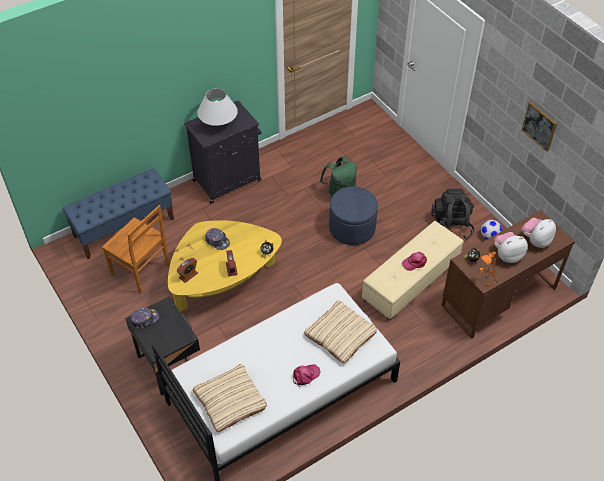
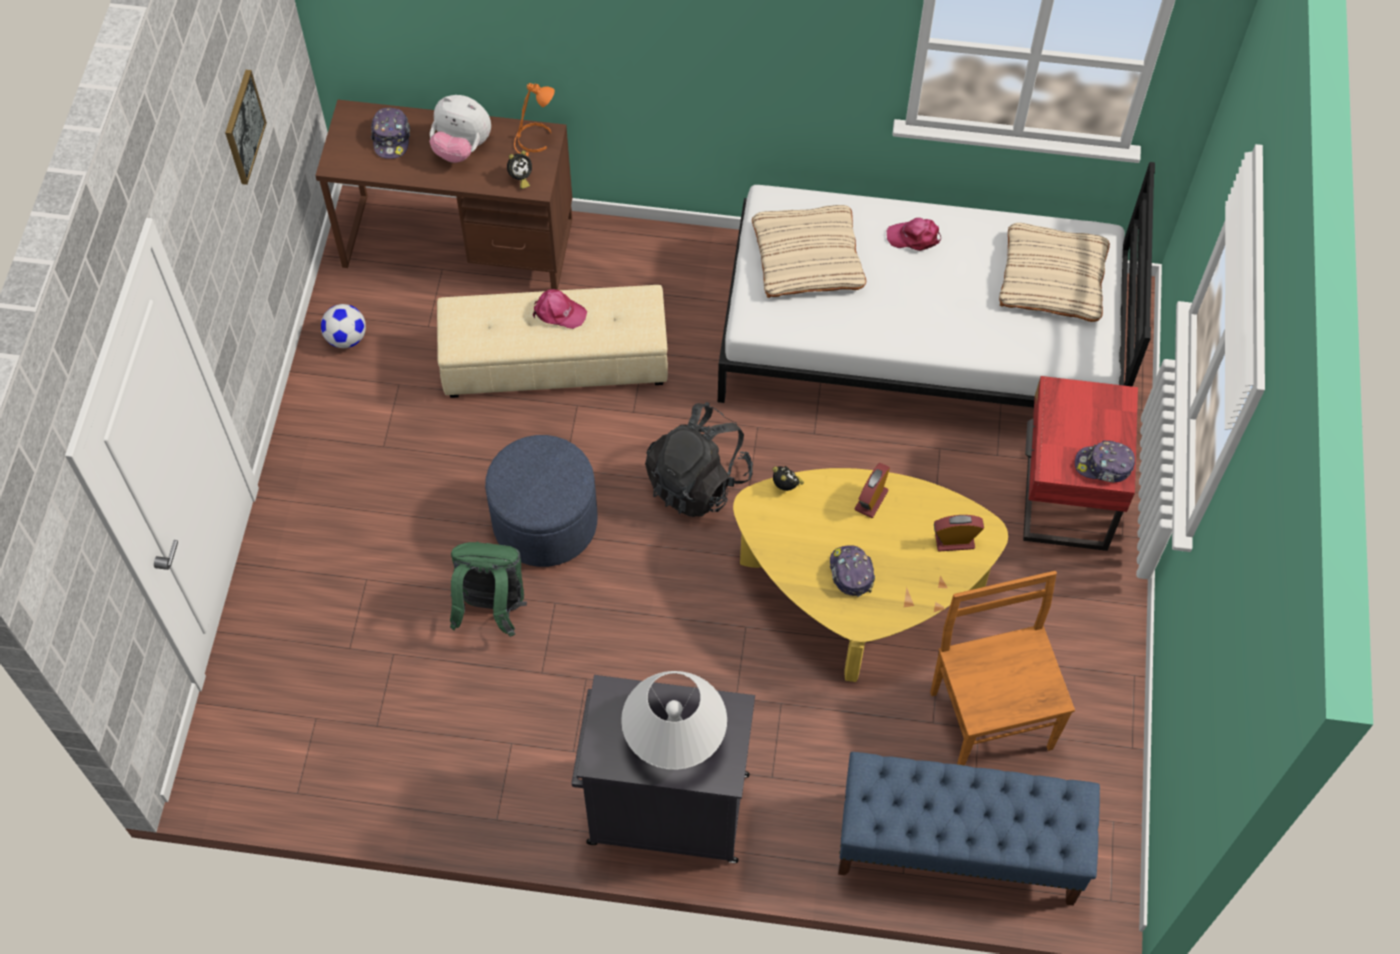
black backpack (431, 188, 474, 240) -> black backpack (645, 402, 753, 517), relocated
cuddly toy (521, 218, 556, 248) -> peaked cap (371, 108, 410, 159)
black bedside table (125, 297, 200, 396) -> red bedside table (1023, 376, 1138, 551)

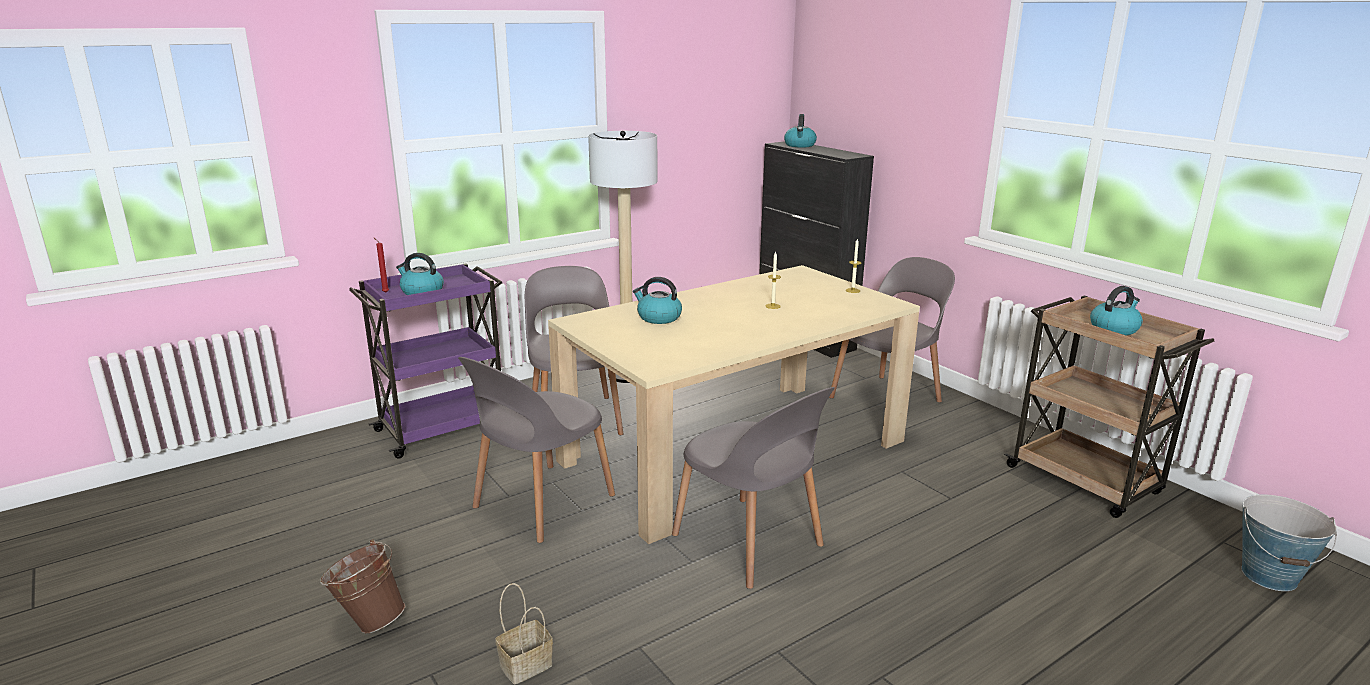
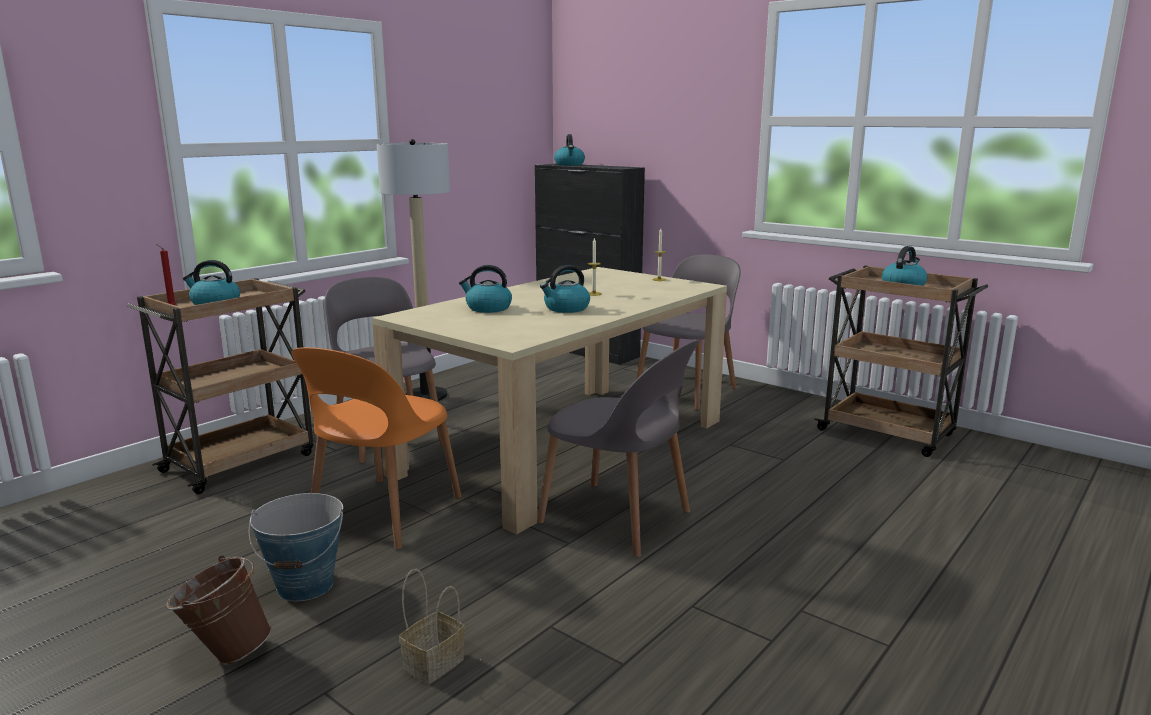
purple wheeled cart (349, 263, 502, 459) -> brownish wheeled cart (127, 278, 313, 494)
greyish chair (458, 357, 615, 543) -> orangey chair (291, 347, 461, 549)
pail (1241, 494, 1337, 591) -> pail (248, 493, 343, 601), relocated
none -> tea kettle (540, 265, 590, 313)

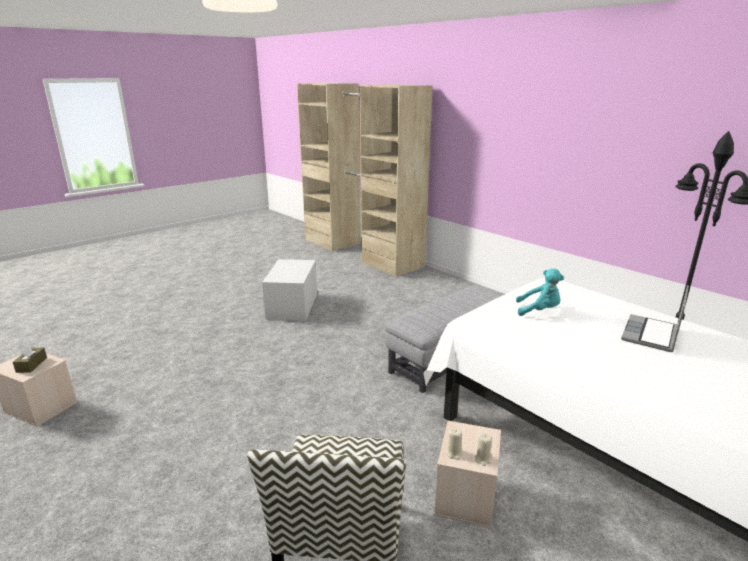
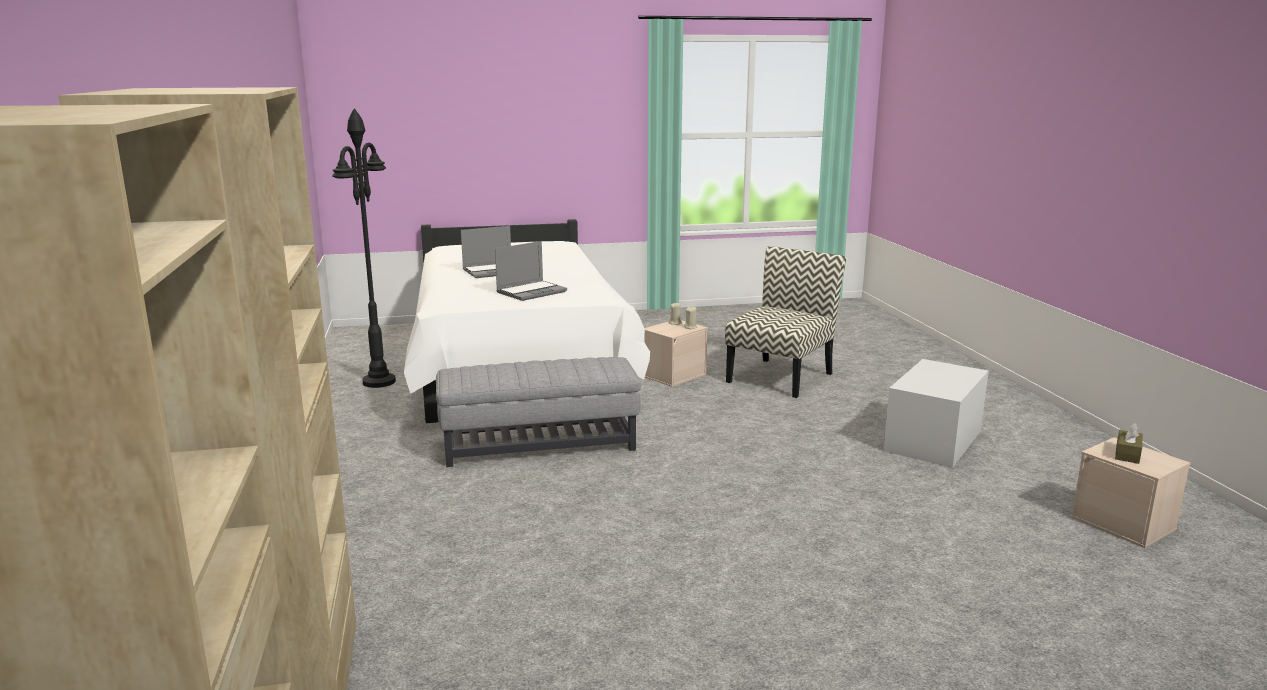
white storage bin (262, 259, 317, 321) -> white storage bin (883, 359, 989, 468), relocated
turquoise cuddly toy (516, 268, 564, 316) -> notebook computer (495, 241, 567, 301)

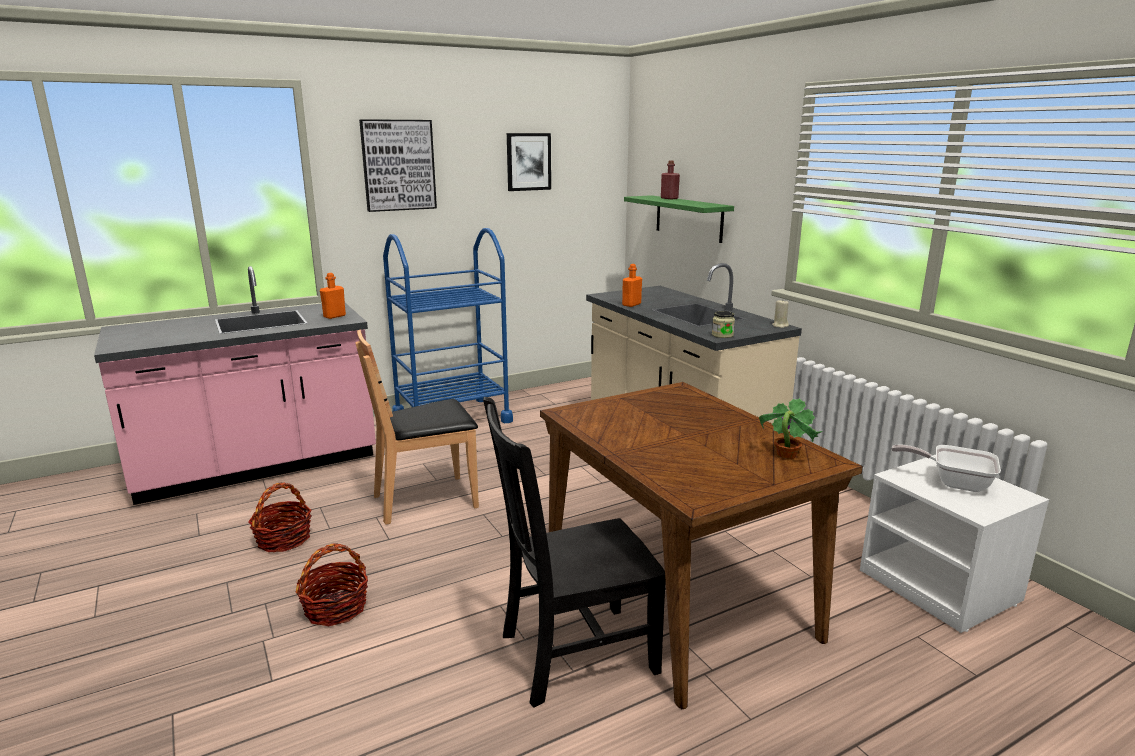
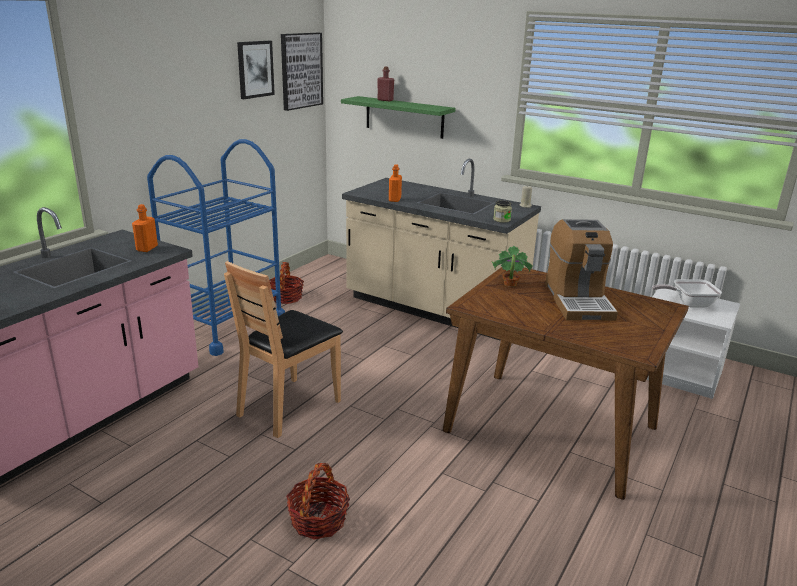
picture (359, 119, 437, 212) -> picture (281, 33, 323, 111), relocated
black chair (483, 397, 666, 708) -> none
plant in a pot (759, 398, 823, 459) -> plant in a pot (491, 246, 534, 287), relocated
household basket (248, 483, 312, 552) -> household basket (269, 262, 304, 304), relocated
none -> coffee machine (545, 219, 618, 321)

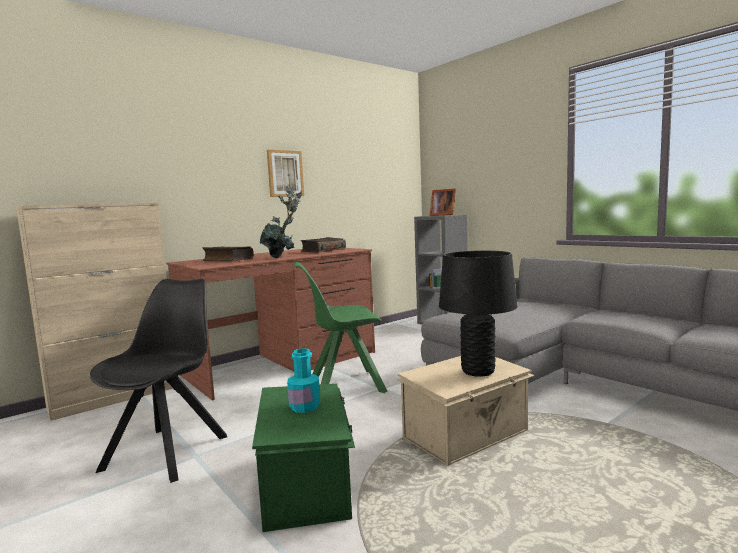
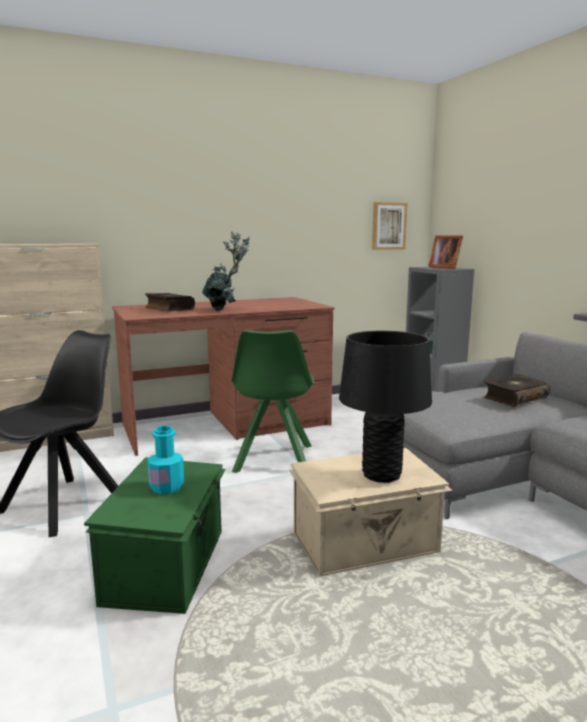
picture (267, 150, 304, 197) -> picture (372, 202, 408, 250), relocated
book (300, 237, 346, 253) -> book (484, 374, 551, 407), relocated
greenish chair (294, 262, 387, 393) -> greenish chair (231, 330, 314, 473), 90 degrees counterclockwise

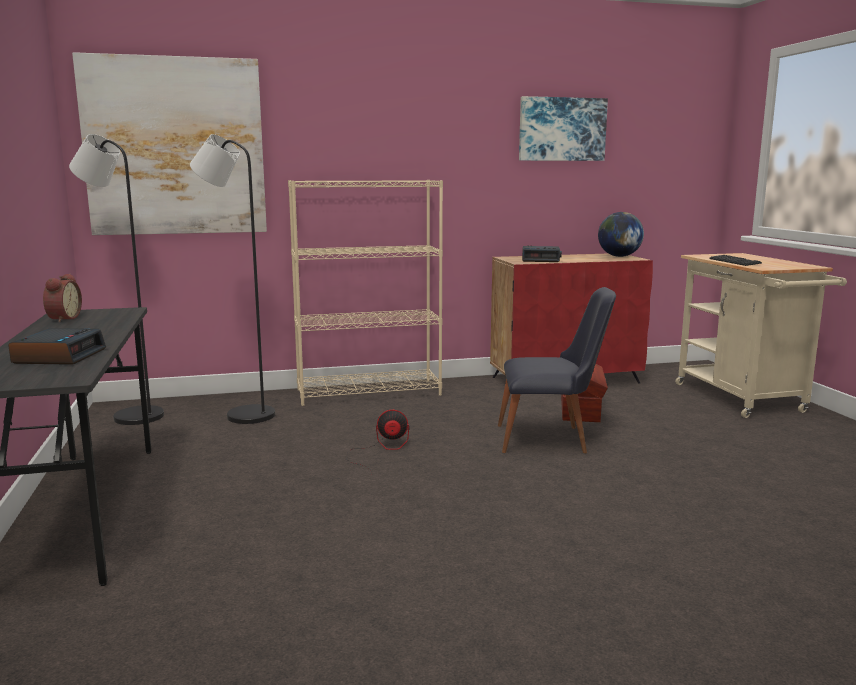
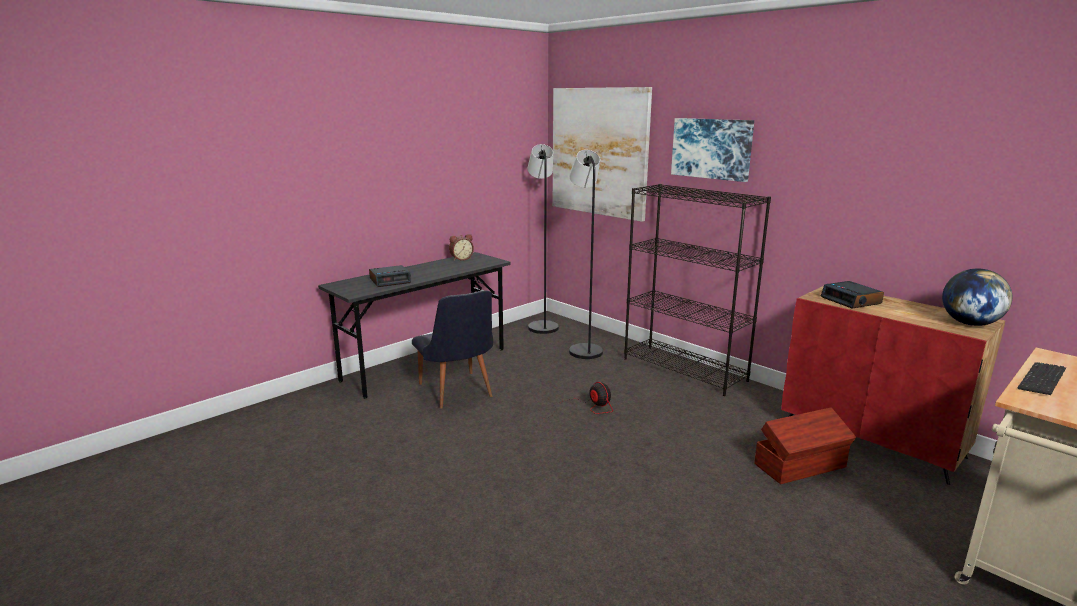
picture (519, 96, 608, 161) -> picture (671, 118, 754, 182), relocated
beige shelving unit (288, 180, 443, 406) -> black shelving unit (624, 184, 771, 396)
black chair (498, 287, 616, 453) -> black chair (412, 290, 493, 409), relocated

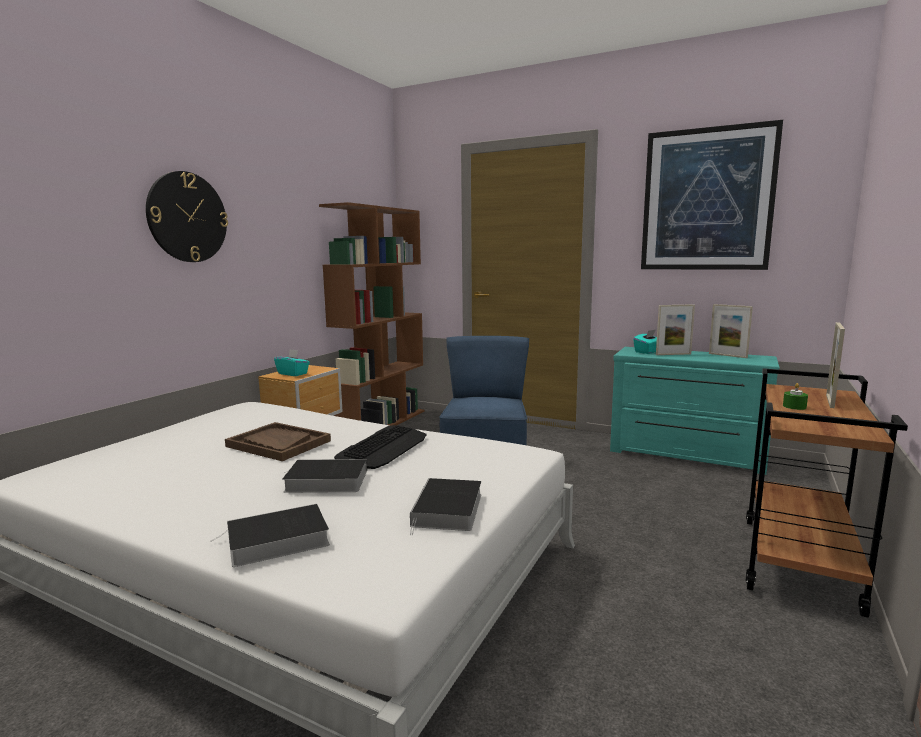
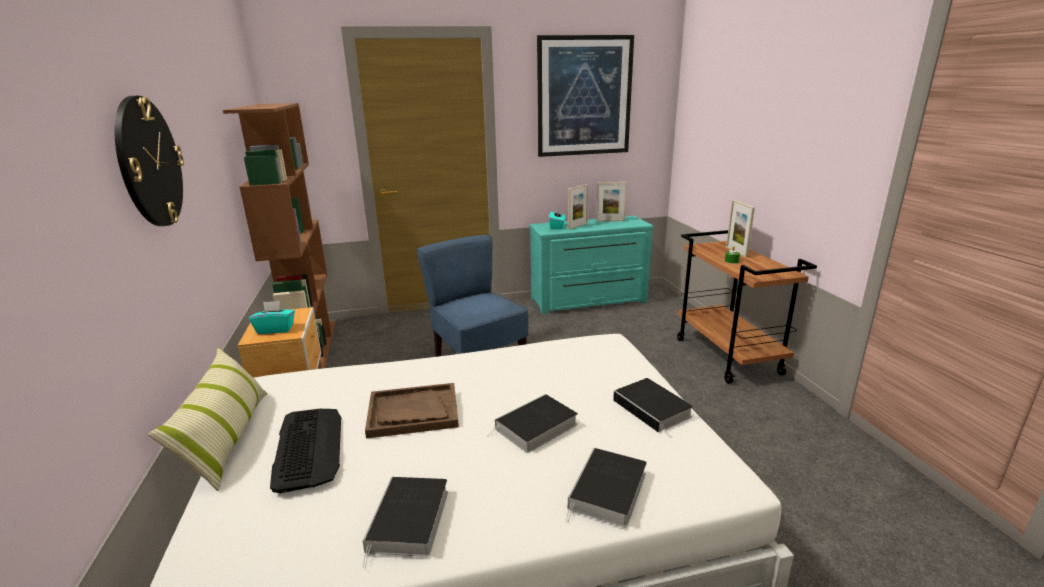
keyboard (334, 425, 427, 469) -> keyboard (270, 409, 342, 493), relocated
none -> pillow (148, 347, 267, 491)
none -> book (363, 477, 448, 569)

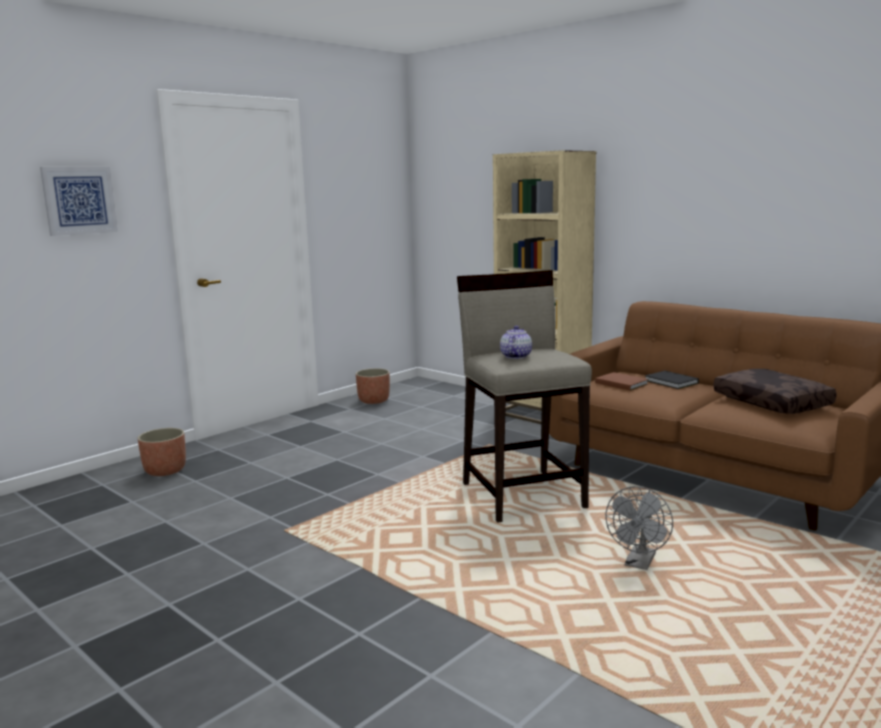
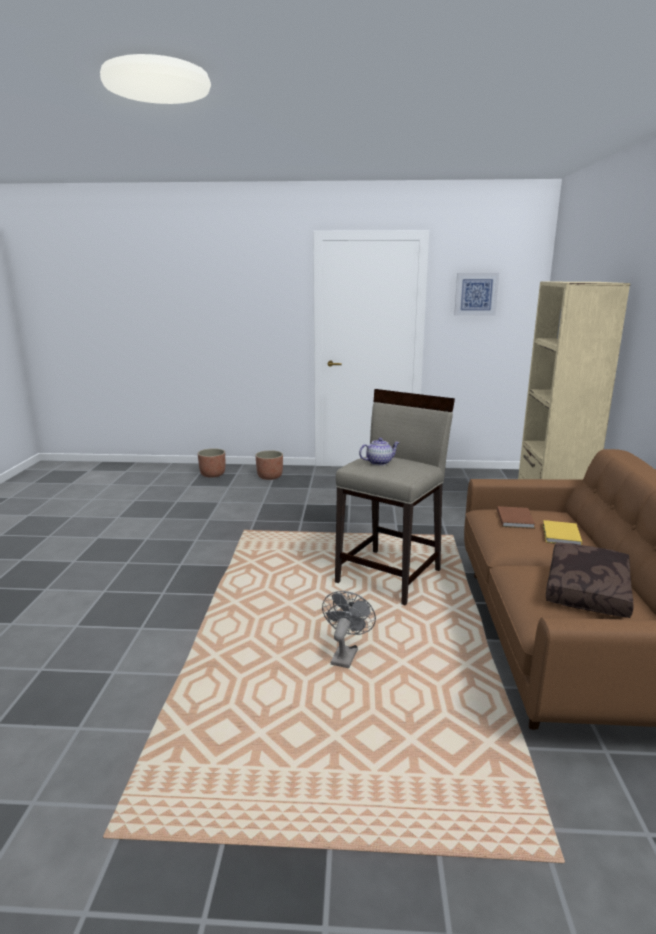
picture (40, 167, 118, 236) -> picture (454, 273, 499, 316), relocated
flower pot (356, 368, 390, 404) -> flower pot (198, 448, 225, 478), relocated
black book (645, 371, 699, 389) -> yellow-coloured book (543, 520, 582, 545)
greyish cooling fan (605, 486, 673, 570) -> greyish cooling fan (322, 591, 376, 668), 120 degrees clockwise

